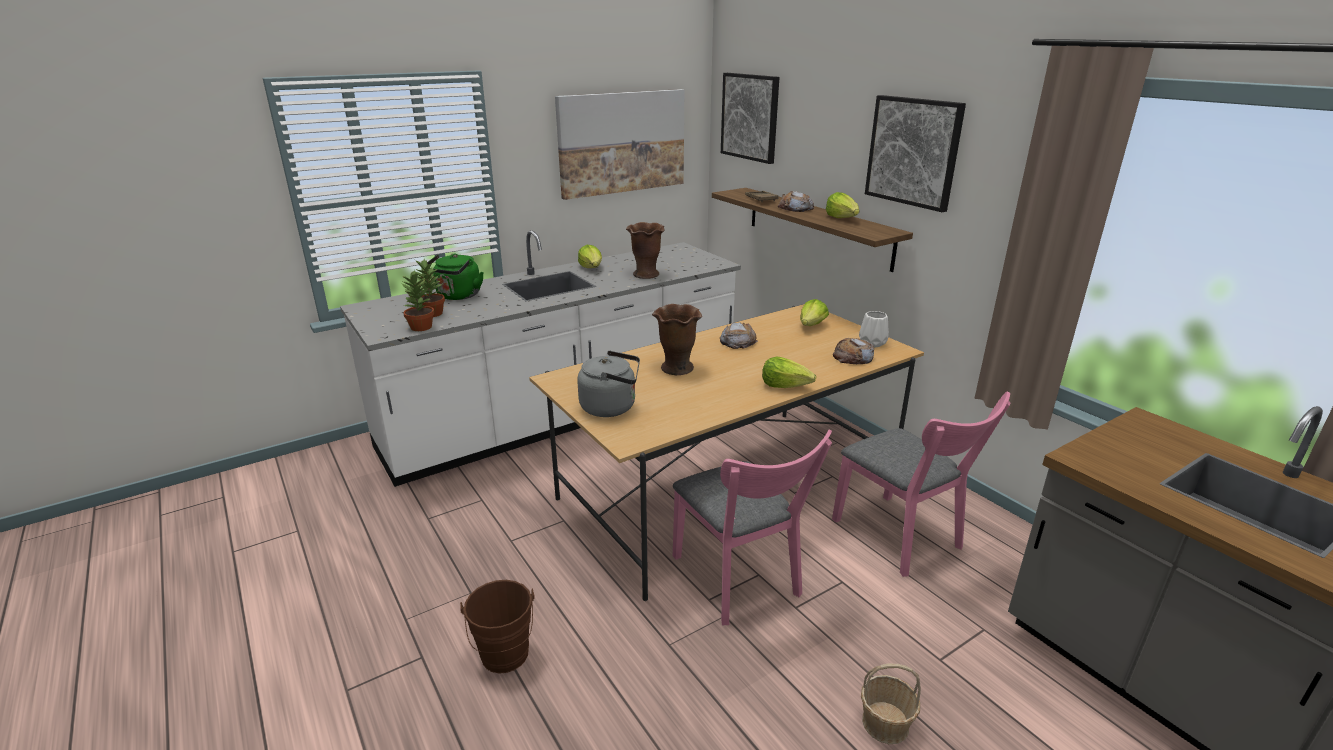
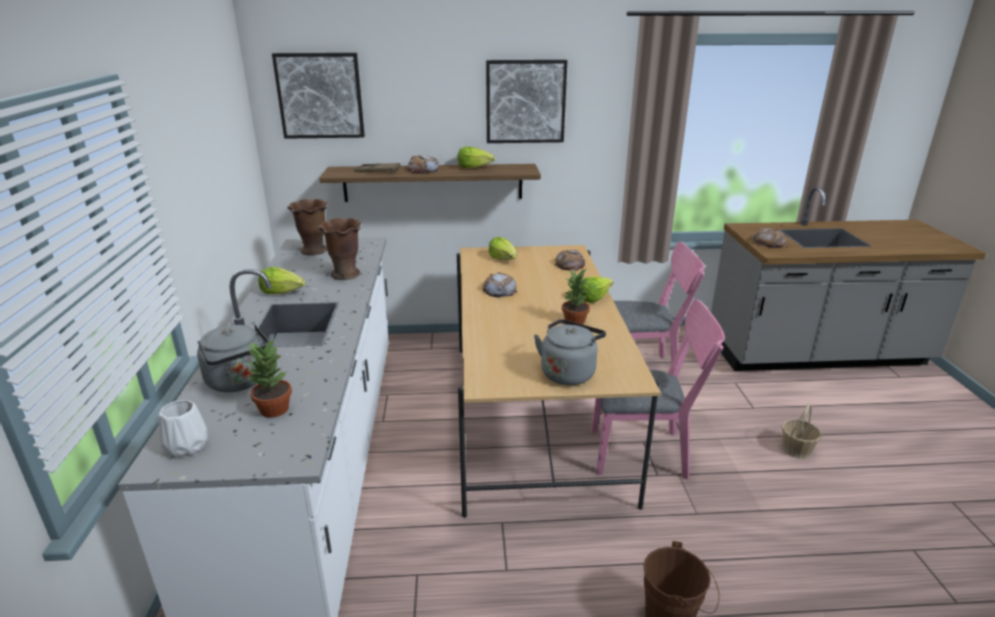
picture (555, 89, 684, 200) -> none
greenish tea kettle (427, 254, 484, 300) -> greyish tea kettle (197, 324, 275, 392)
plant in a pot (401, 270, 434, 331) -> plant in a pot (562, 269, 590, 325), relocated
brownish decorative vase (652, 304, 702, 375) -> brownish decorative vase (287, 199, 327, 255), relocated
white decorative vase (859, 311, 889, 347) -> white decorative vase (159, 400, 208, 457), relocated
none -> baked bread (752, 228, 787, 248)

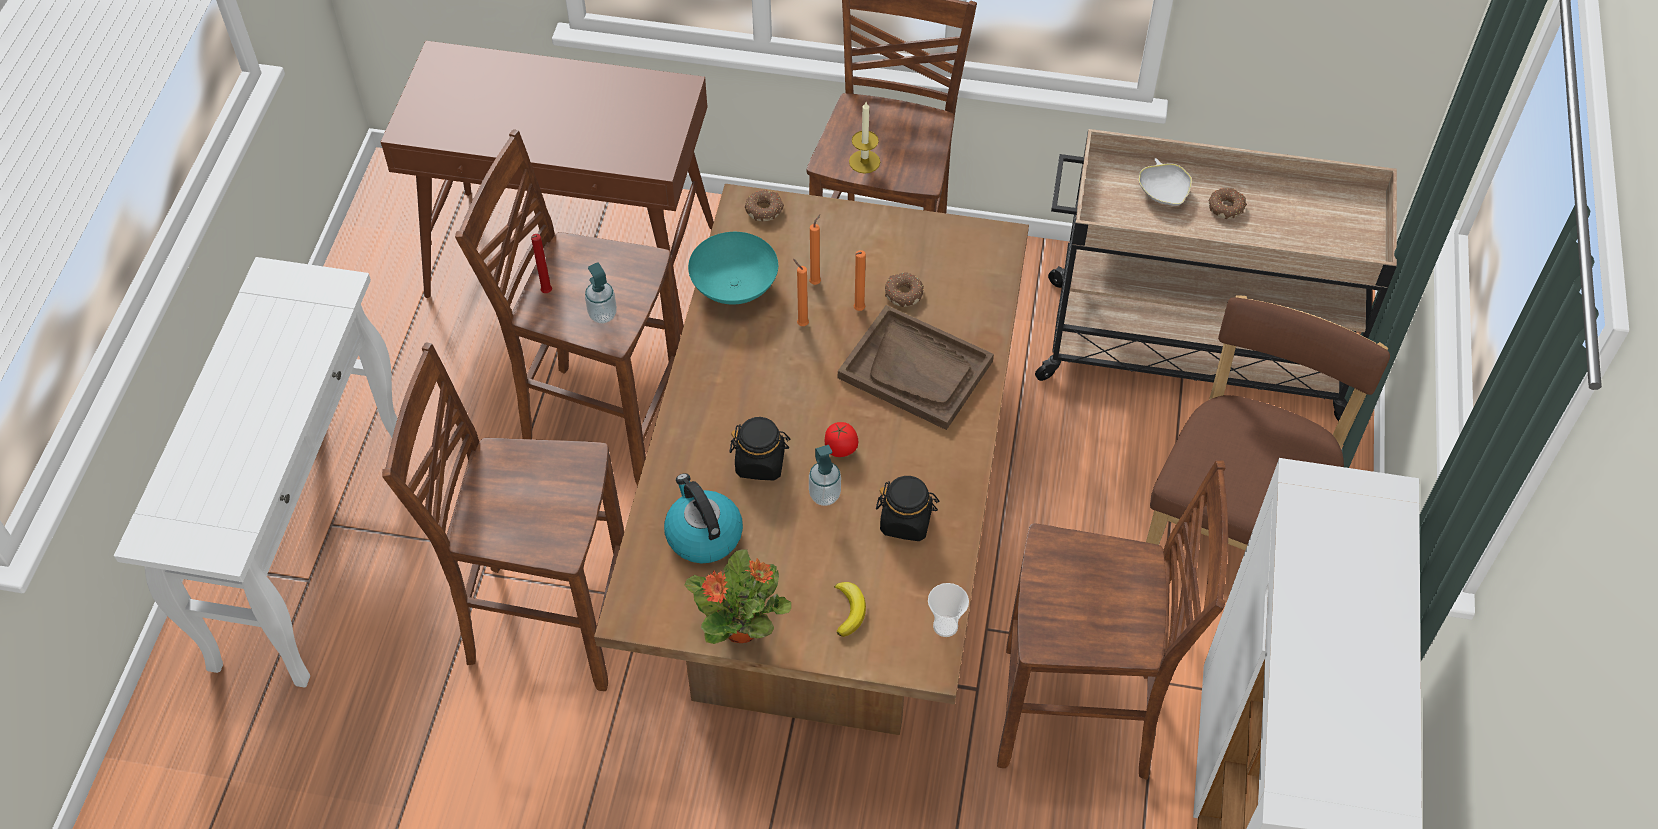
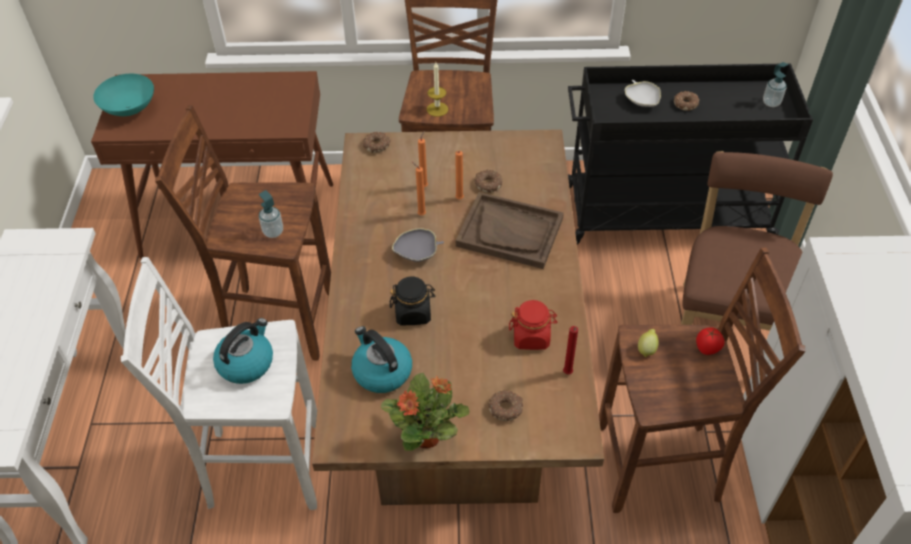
beige wheeled cart (1035, 129, 1397, 421) -> black wheeled cart (568, 63, 813, 245)
turquoise deep dish (688, 232, 778, 305) -> turquoise deep dish (93, 74, 154, 116), relocated
red wax candle (531, 234, 552, 293) -> red wax candle (563, 326, 578, 374), relocated
brownish sitting stool (382, 342, 624, 691) -> white sitting stool (121, 257, 317, 510)
whole tomato (825, 422, 858, 457) -> whole tomato (696, 327, 724, 355), relocated
soap dispenser (809, 445, 841, 506) -> soap dispenser (763, 62, 788, 107), relocated
black jar (876, 476, 940, 541) -> red jar (509, 300, 557, 350)
banana (834, 582, 866, 637) -> ring doughnut (488, 390, 523, 421)
small cup (928, 583, 969, 637) -> none
none -> greyish deep dish (392, 228, 444, 262)
none -> tea kettle (213, 318, 273, 384)
none -> lemon (638, 329, 659, 357)

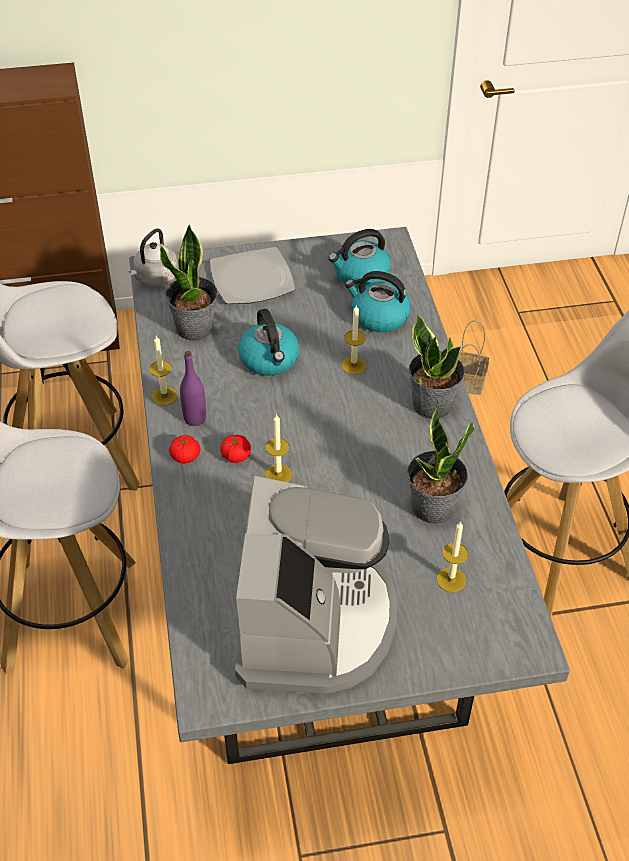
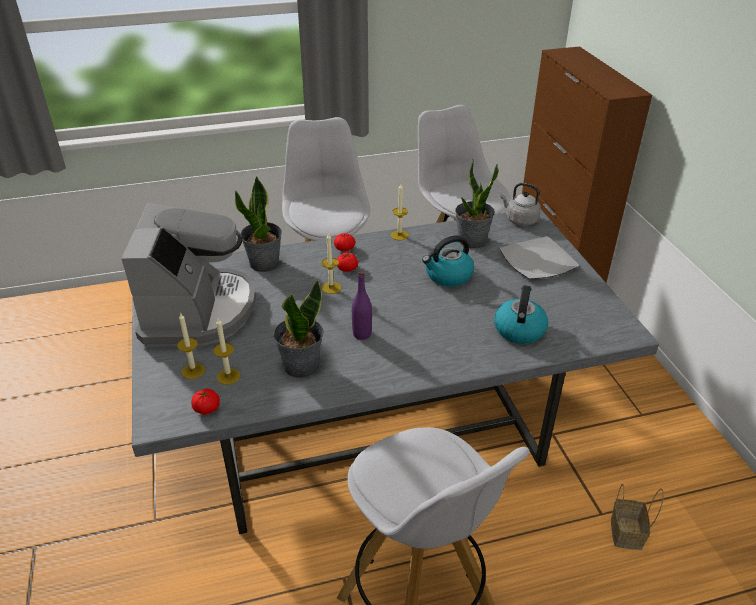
tea kettle (329, 229, 391, 288) -> none
wax candle (342, 304, 366, 375) -> wax candle (177, 312, 205, 379), relocated
plant in a pot (409, 315, 465, 419) -> plant in a pot (235, 176, 282, 272), relocated
purple drink bottle (180, 351, 206, 426) -> purple drink bottle (352, 271, 372, 340), relocated
coffee machine (235, 476, 397, 694) -> coffee machine (121, 203, 256, 347), 90 degrees counterclockwise
none -> whole tomato (191, 389, 220, 415)

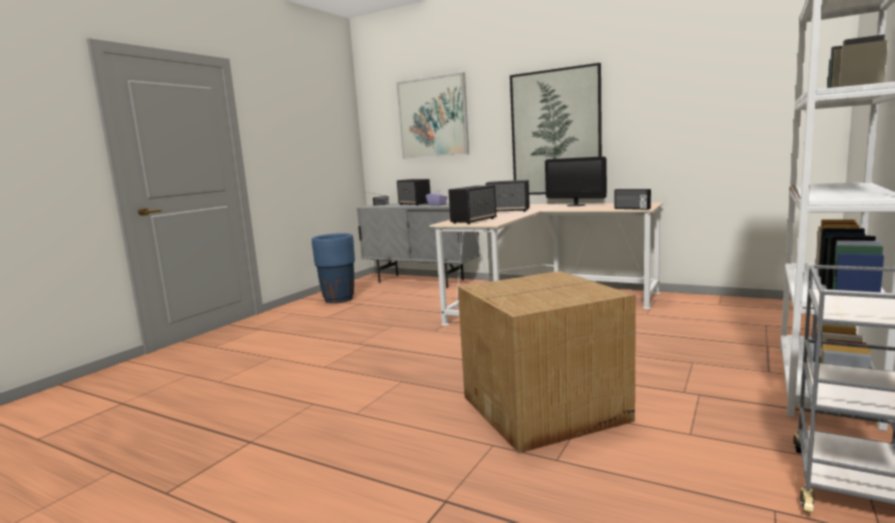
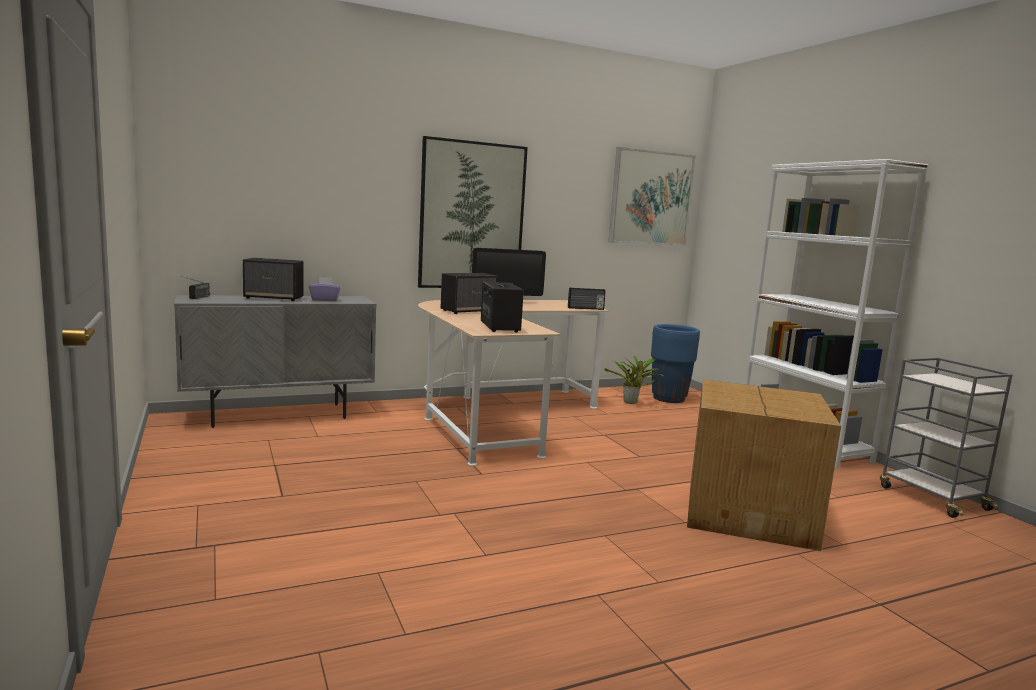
picture (396, 72, 469, 159) -> picture (608, 147, 696, 246), relocated
blue-coloured flower pot (312, 233, 355, 303) -> blue-coloured flower pot (651, 324, 700, 403), relocated
none -> plant in a pot (604, 356, 666, 404)

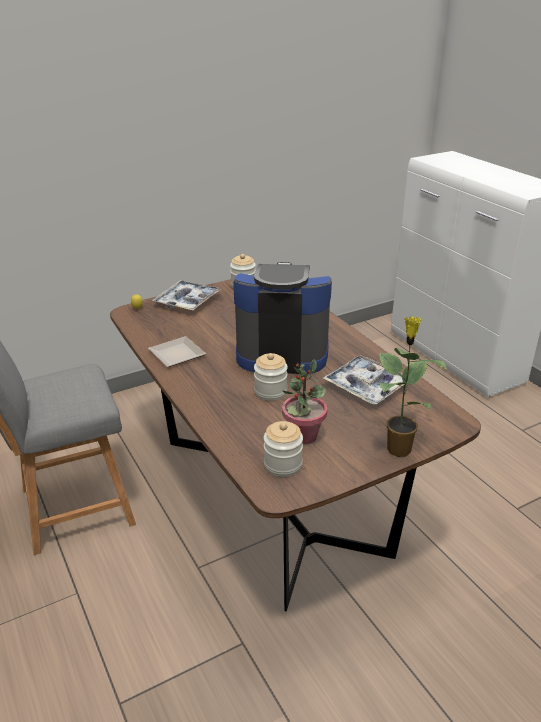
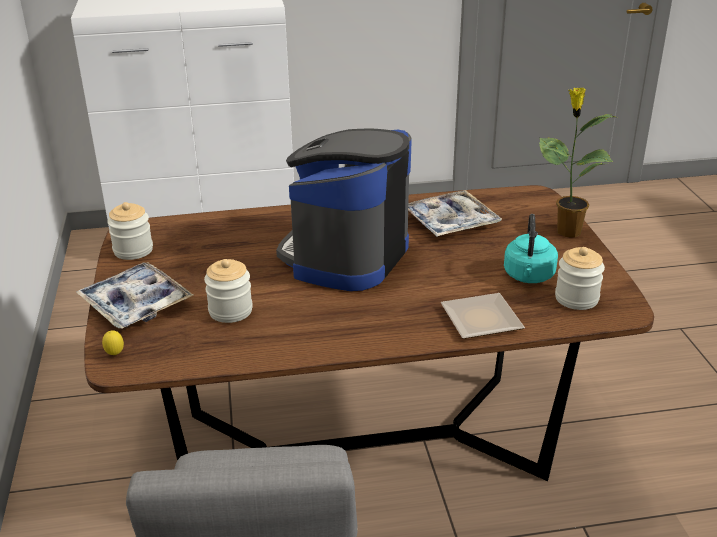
flat dish (148, 336, 206, 367) -> flat dish (440, 293, 525, 339), relocated
jar (254, 353, 288, 401) -> jar (204, 259, 253, 323), relocated
plant in a pot (282, 359, 327, 444) -> turquoise tea kettle (504, 214, 558, 283)

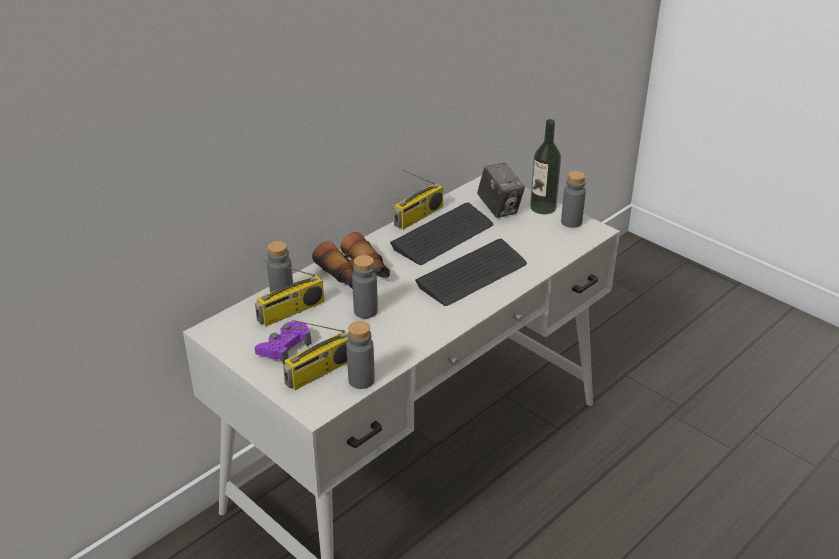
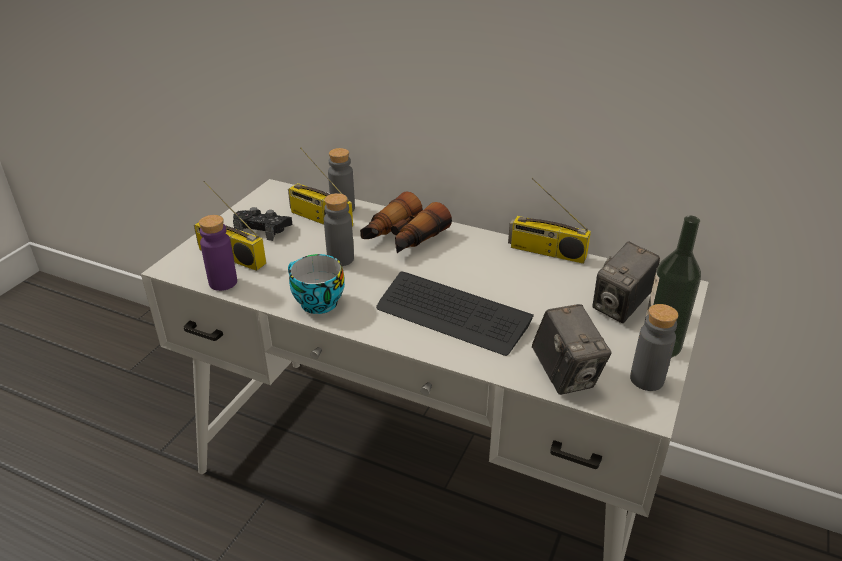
keyboard (390, 202, 494, 265) -> none
purple joypad (255, 321, 311, 364) -> black joypad (233, 207, 292, 241)
greyish drink bottle (347, 321, 375, 389) -> purple drink bottle (199, 215, 237, 291)
none -> small cup (288, 254, 345, 314)
none -> photo camera (532, 304, 612, 395)

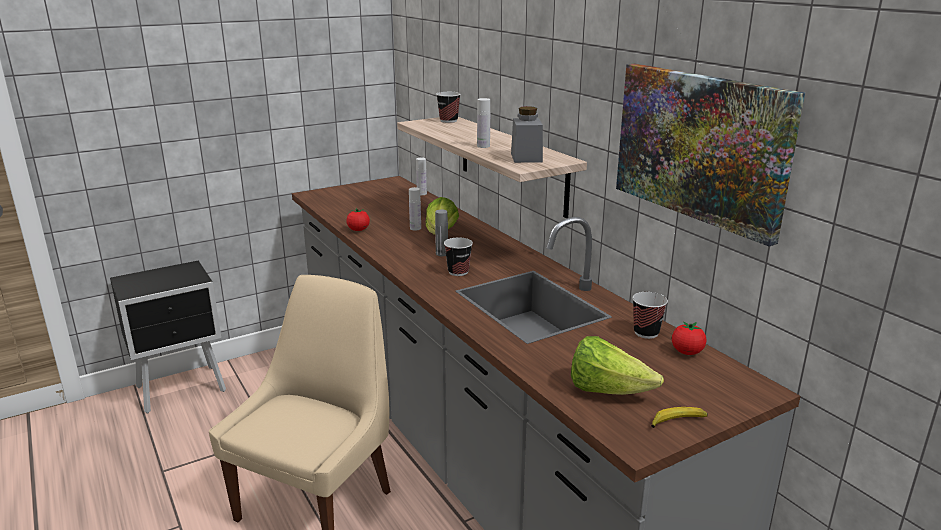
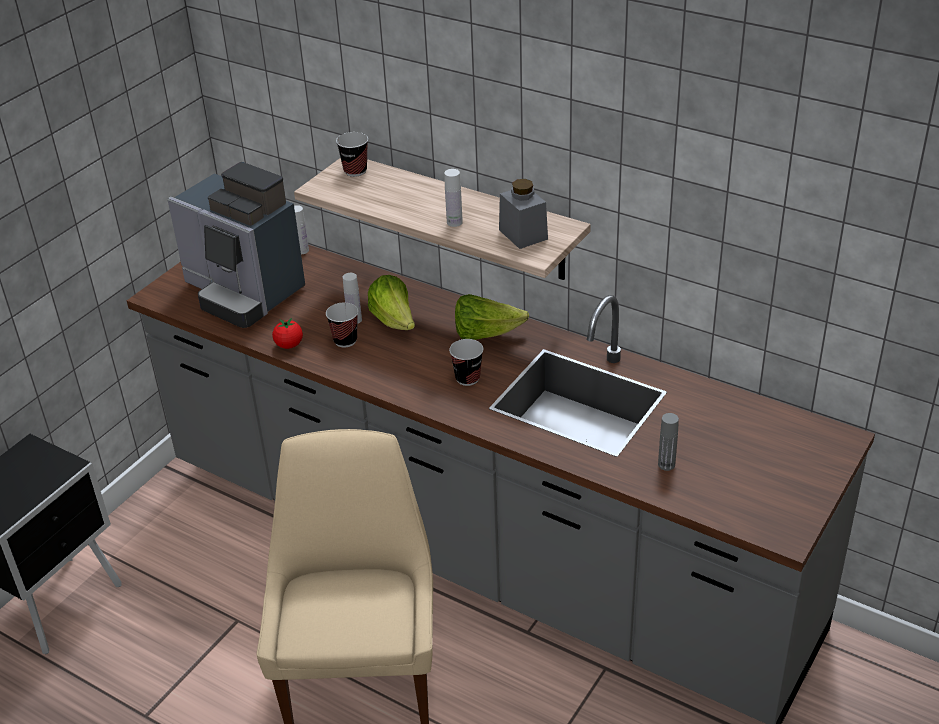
picture (616, 64, 805, 246) -> none
greyish drink bottle (435, 209, 448, 256) -> greyish drink bottle (658, 413, 679, 471), relocated
small cup (632, 292, 668, 339) -> small cup (326, 303, 358, 348), relocated
whole tomato (672, 321, 706, 355) -> none
head of lettuce (571, 336, 664, 395) -> head of lettuce (455, 294, 529, 340), relocated
banana (651, 407, 708, 428) -> none
none -> coffee machine (167, 162, 305, 328)

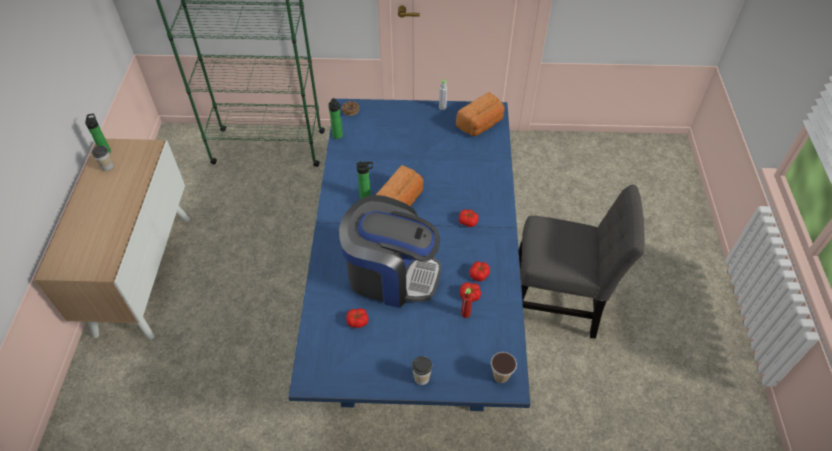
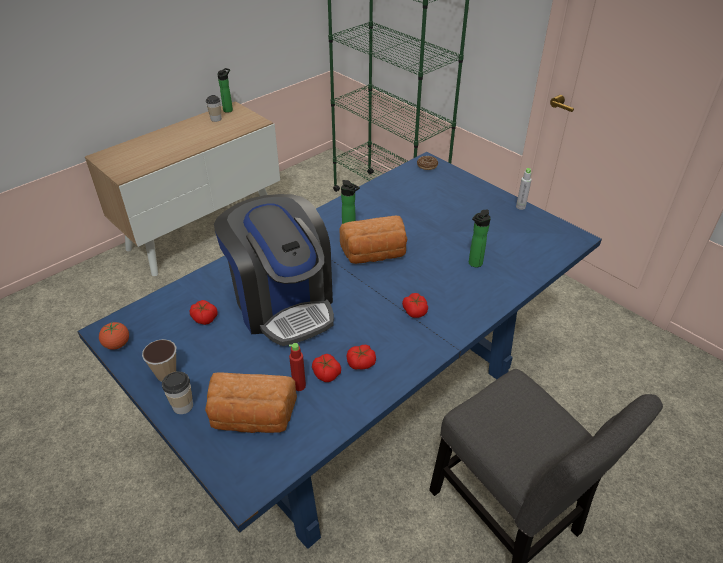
baked bread (456, 92, 505, 136) -> baked bread (205, 372, 297, 433), relocated
drink bottle (328, 98, 343, 139) -> drink bottle (469, 209, 491, 267), relocated
small cup (491, 352, 517, 383) -> small cup (142, 339, 176, 382), relocated
none -> whole tomato (99, 322, 129, 350)

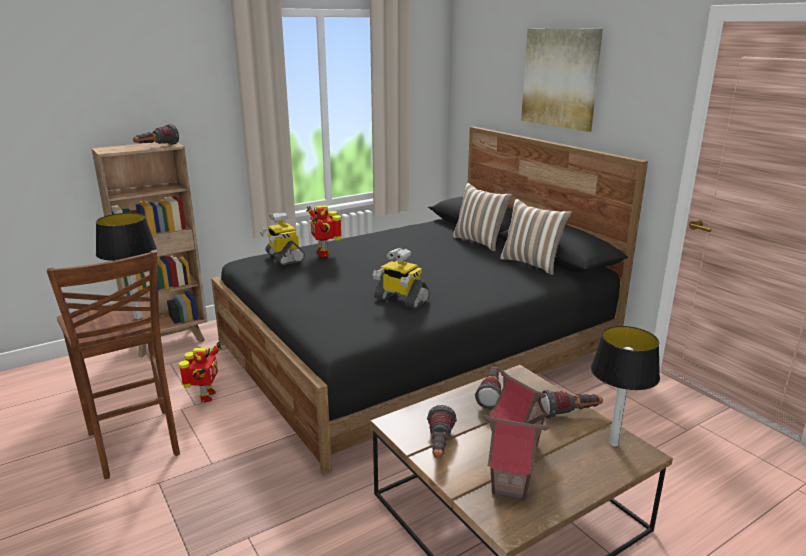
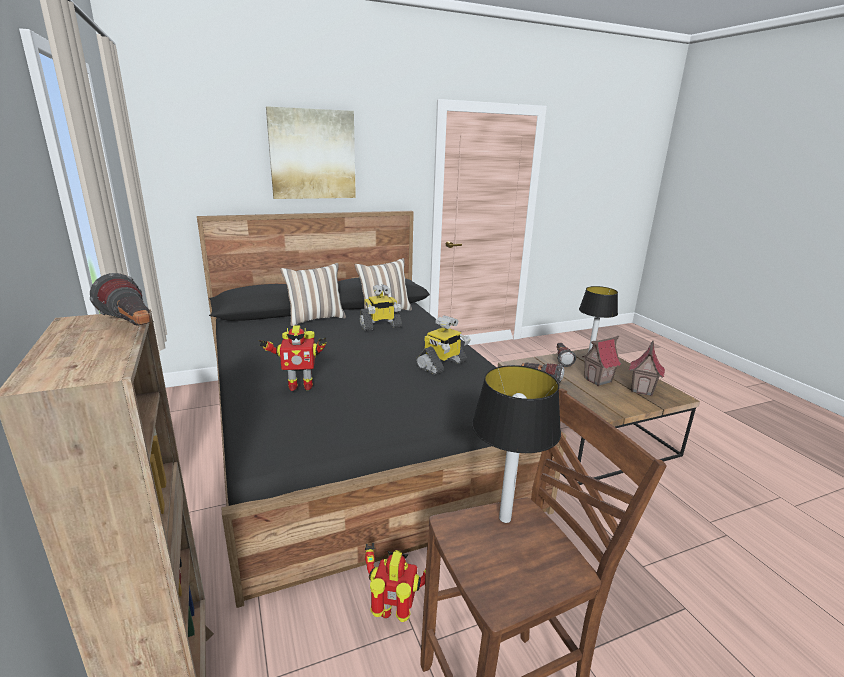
robot figure (260, 212, 305, 265) -> robot figure (359, 284, 402, 331), relocated
torch (427, 405, 457, 459) -> none

